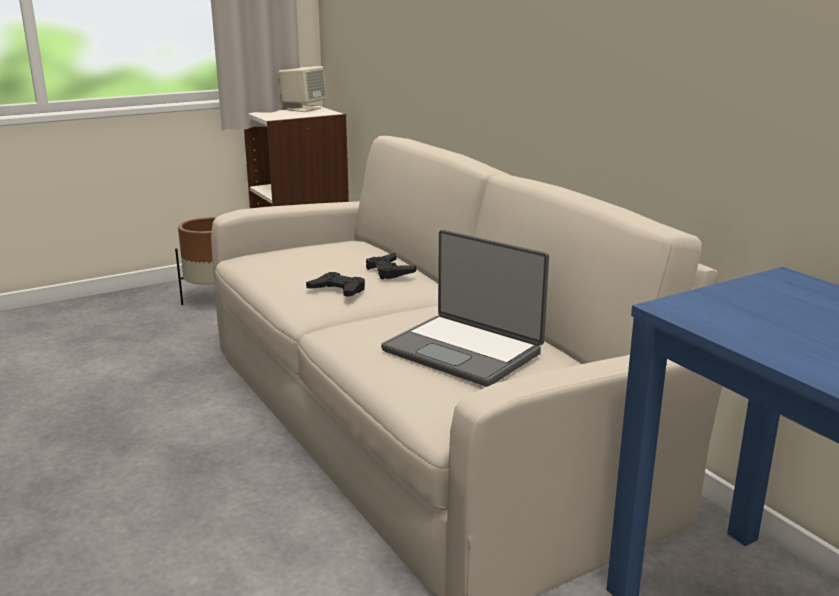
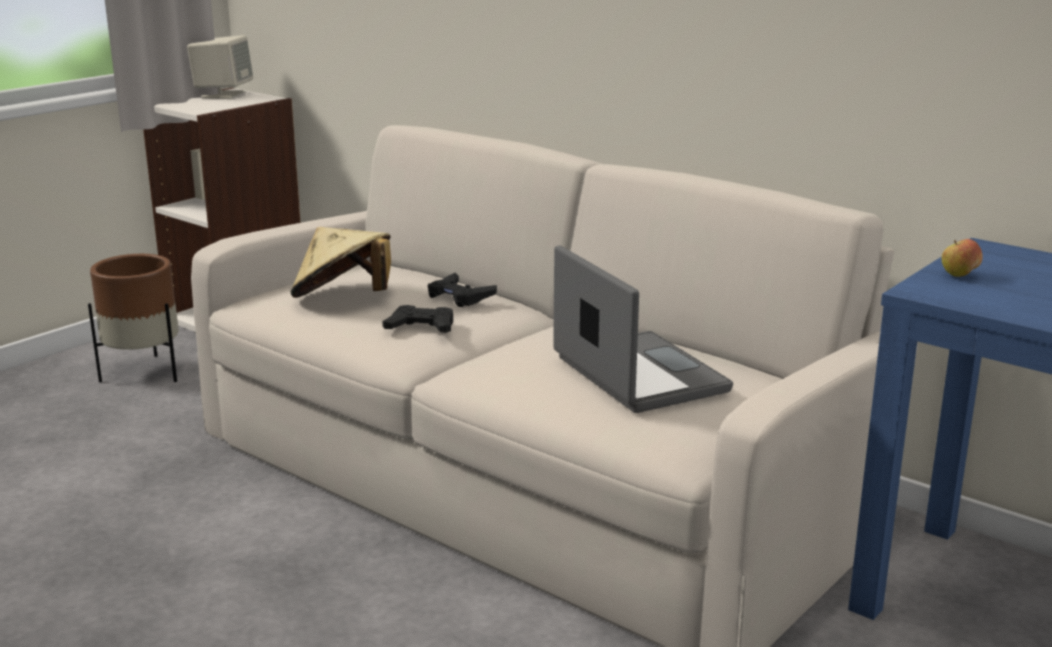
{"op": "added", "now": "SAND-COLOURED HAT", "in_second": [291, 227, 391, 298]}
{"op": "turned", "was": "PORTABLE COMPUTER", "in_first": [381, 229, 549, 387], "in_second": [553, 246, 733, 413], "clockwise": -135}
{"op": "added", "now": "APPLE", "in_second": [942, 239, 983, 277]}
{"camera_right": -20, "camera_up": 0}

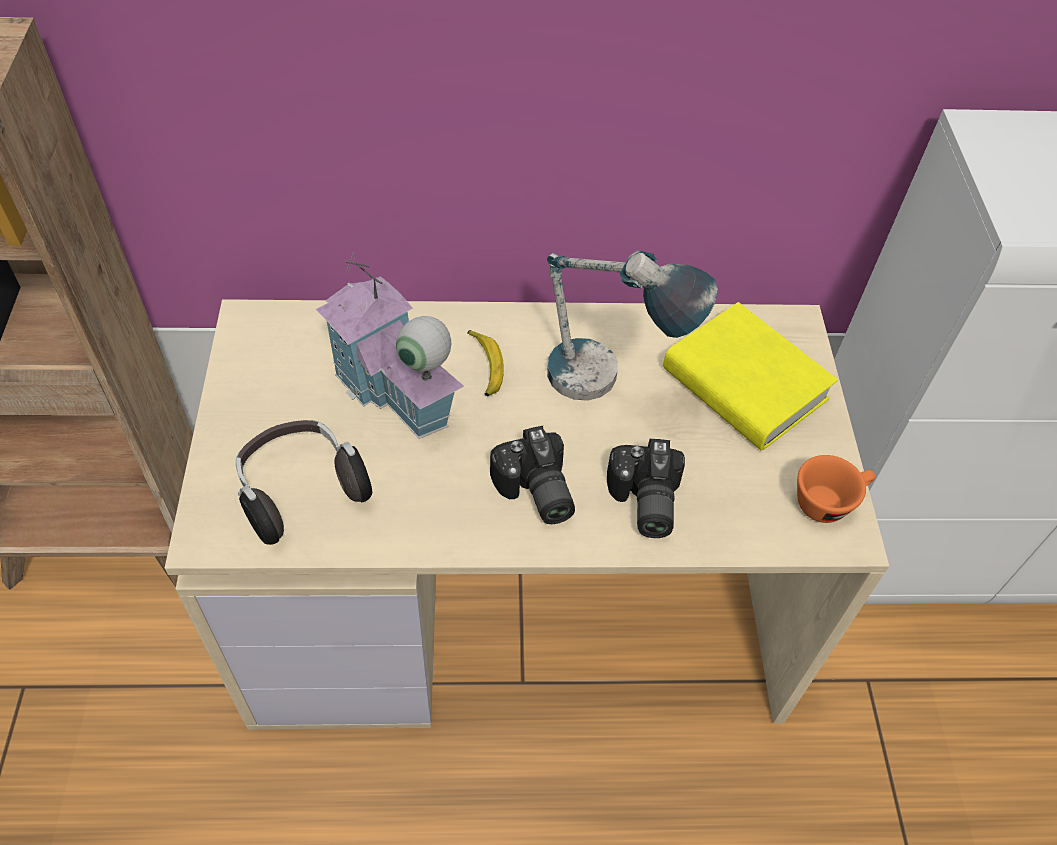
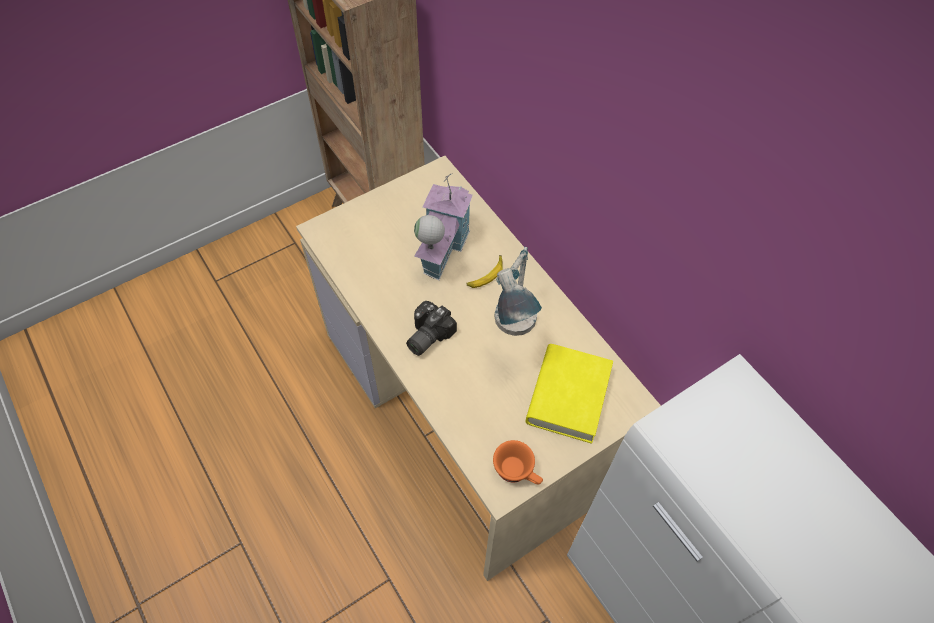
{"op": "removed", "was": "PAIR OF HEADPHONES", "in_first": [236, 420, 372, 545]}
{"op": "removed", "was": "STILL CAMERA", "in_first": [607, 439, 685, 538]}
{"camera_right": 60, "camera_up": 5}

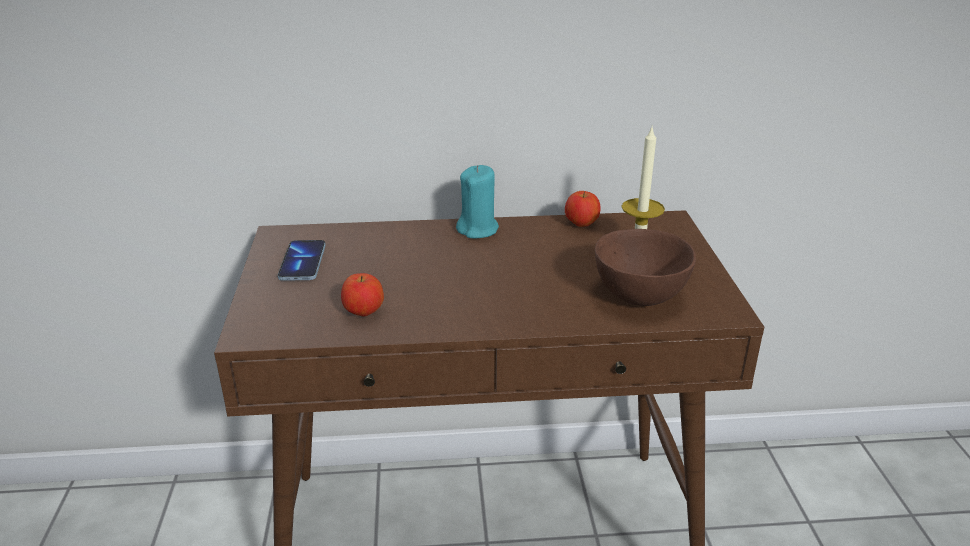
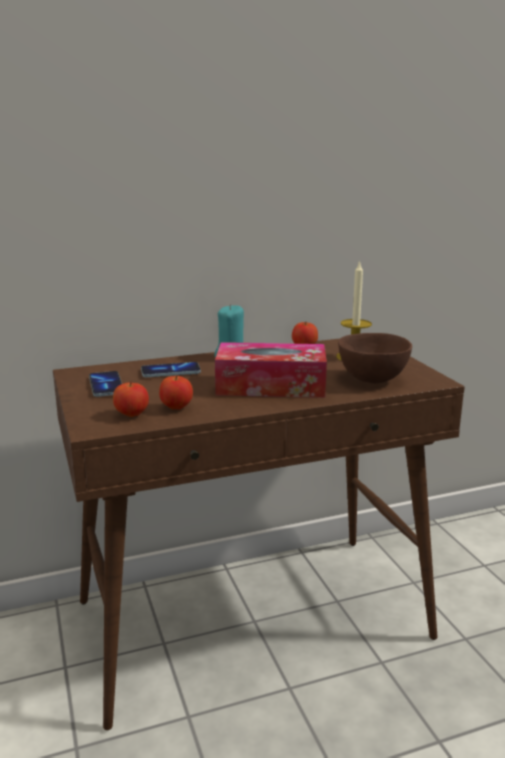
{"op": "added", "now": "APPLE", "in_second": [113, 382, 149, 417]}
{"op": "added", "now": "PHONE", "in_second": [141, 362, 201, 377]}
{"op": "added", "now": "BOX OF TISSUES", "in_second": [215, 342, 327, 398]}
{"camera_right": -15, "camera_up": -10}

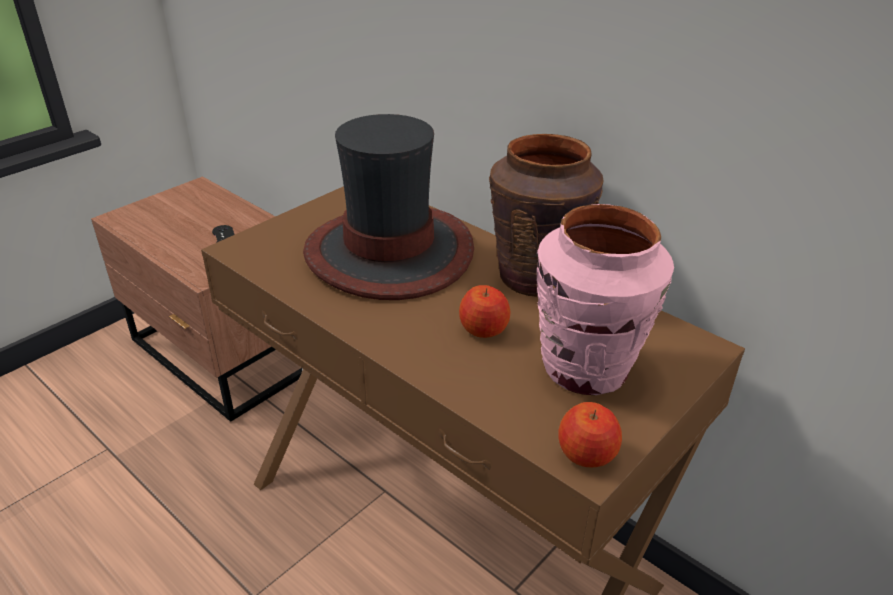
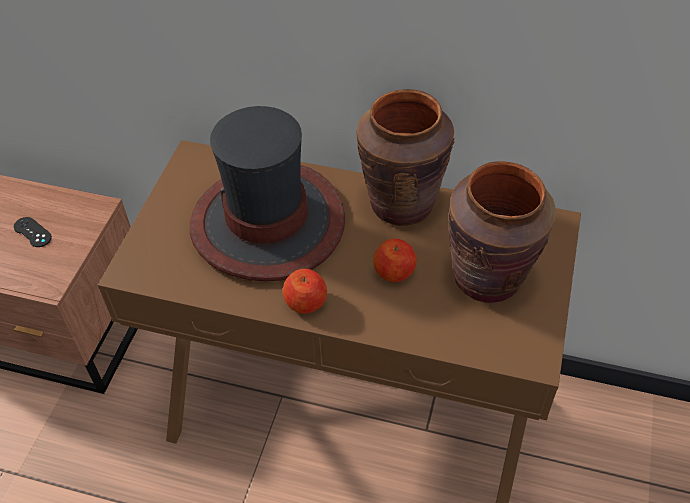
{"op": "moved", "was": "APPLE", "in_first": [558, 402, 622, 467], "in_second": [283, 269, 327, 314]}
{"op": "recoloured", "was": "PINK DECORATIVE VASE", "now": "BROWNISH DECORATIVE VASE", "in_first": [537, 204, 674, 395], "in_second": [449, 161, 556, 303]}
{"camera_right": -25, "camera_up": 15}

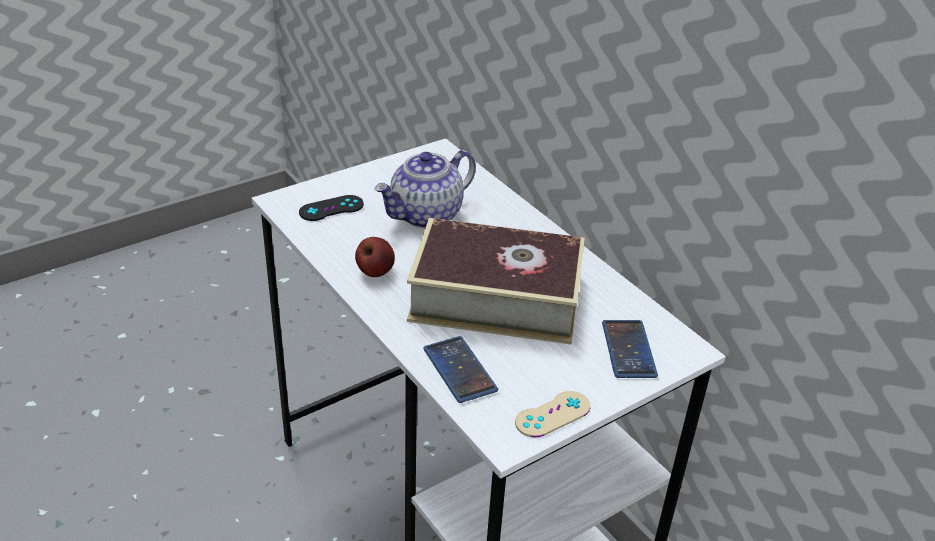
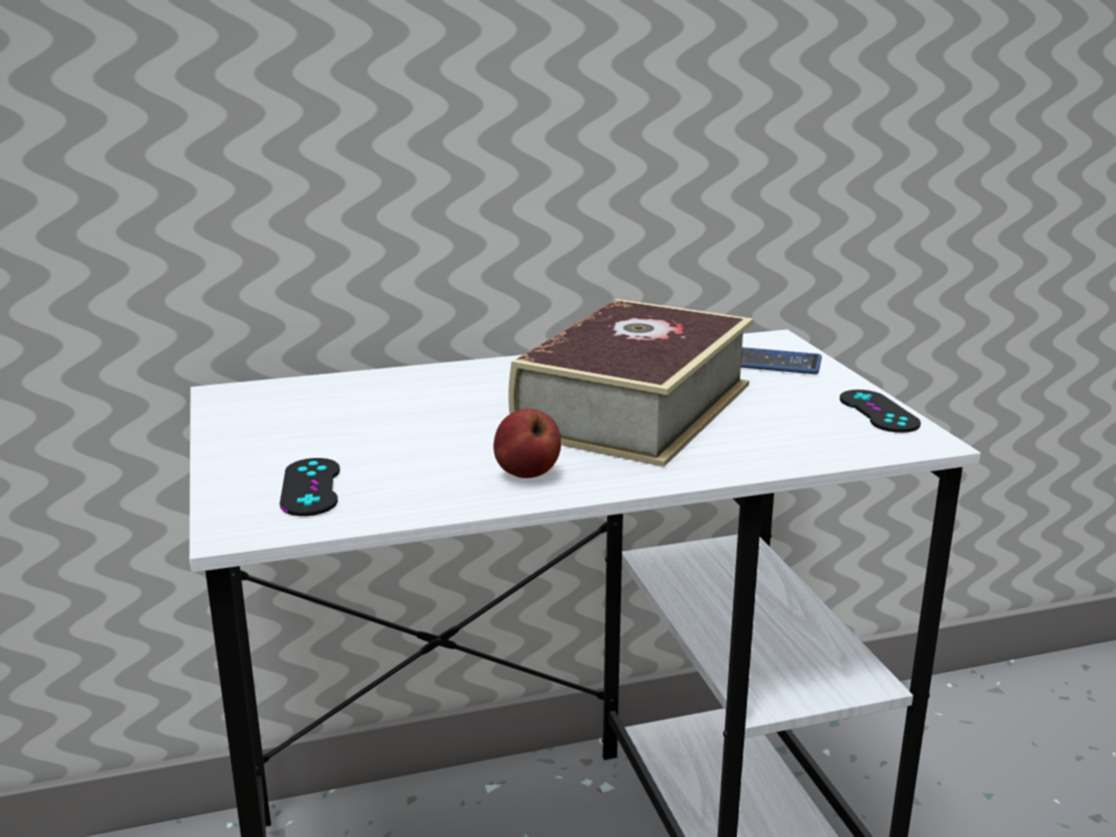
{"op": "recoloured", "was": "SAND-COLOURED JOYPAD", "now": "BLACKISH JOYPAD", "in_first": [515, 391, 591, 438], "in_second": [840, 390, 921, 433]}
{"op": "removed", "was": "TEA POT", "in_first": [375, 150, 476, 229]}
{"op": "removed", "was": "PHONE", "in_first": [423, 336, 498, 403]}
{"camera_right": -70, "camera_up": -15}

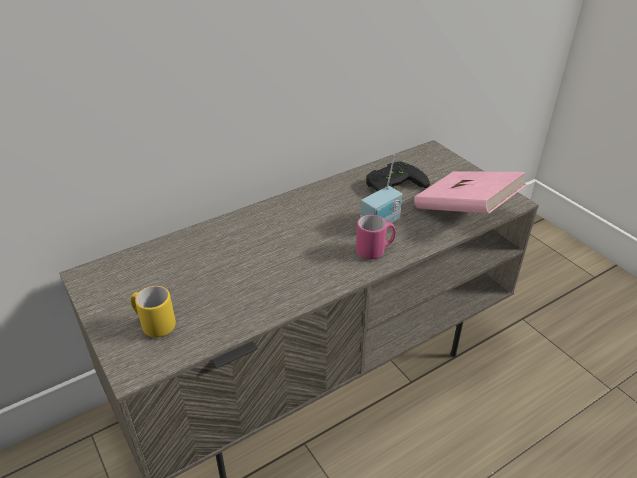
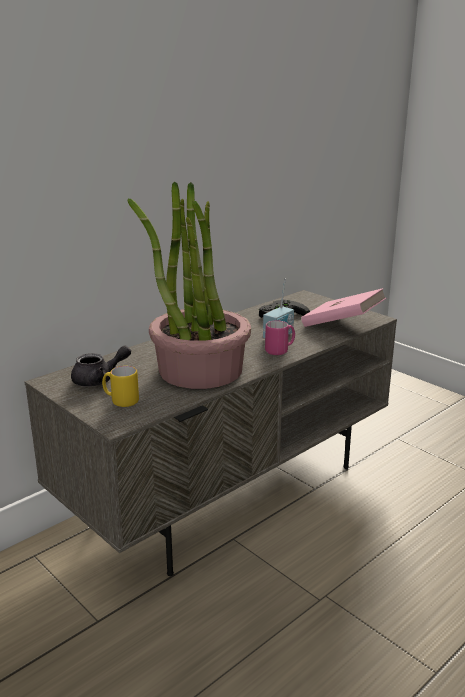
{"op": "added", "now": "GREY TEA POT", "in_second": [71, 345, 131, 387]}
{"op": "added", "now": "HOUSEPLANT", "in_second": [128, 182, 251, 389]}
{"camera_right": -10, "camera_up": -15}

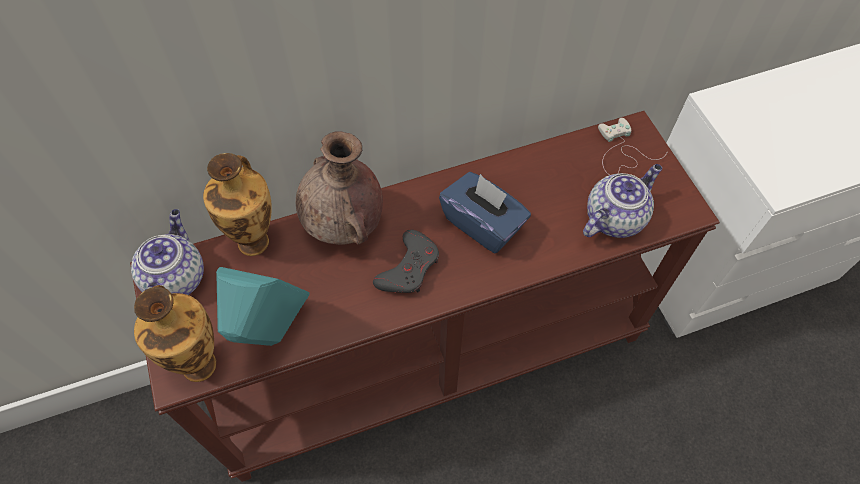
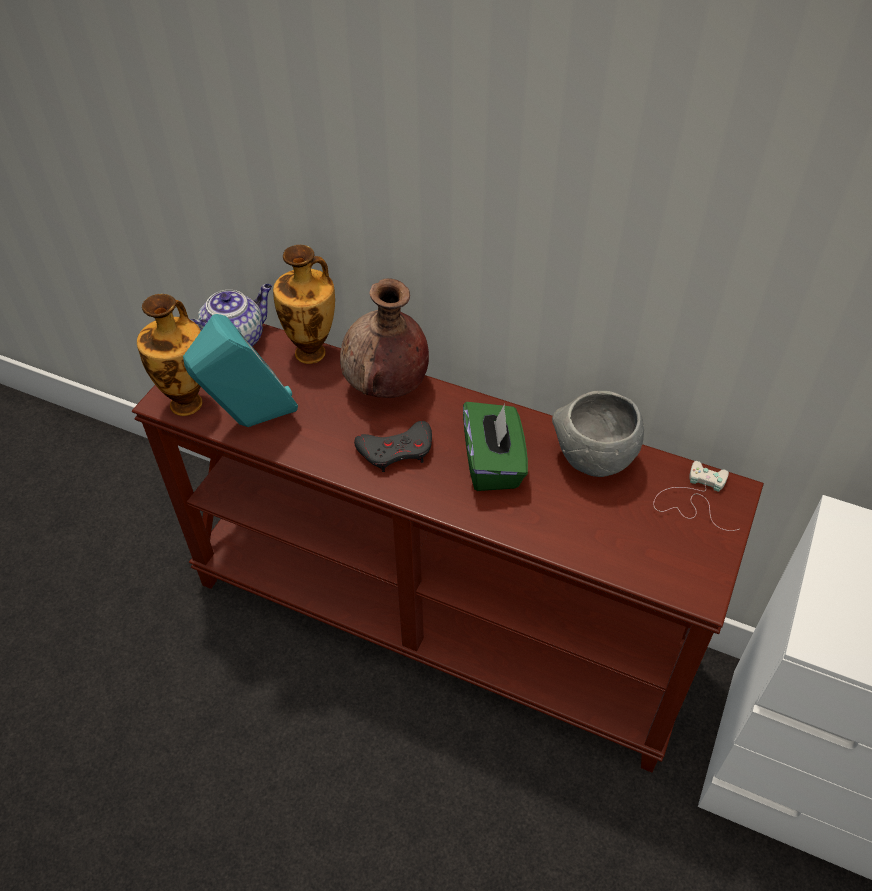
{"op": "recoloured", "was": "BLUISH BOX OF TISSUES", "now": "GREEN-COLOURED BOX OF TISSUES", "in_first": [439, 172, 531, 253], "in_second": [463, 402, 528, 491]}
{"op": "added", "now": "GREY BOWL", "in_second": [552, 391, 644, 477]}
{"op": "removed", "was": "TEA POT", "in_first": [583, 164, 662, 238]}
{"camera_right": 45, "camera_up": -10}

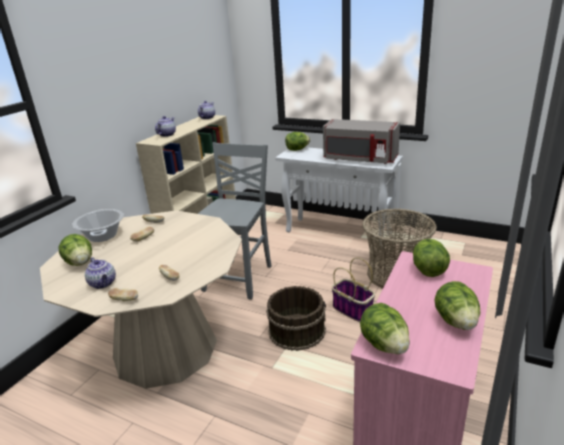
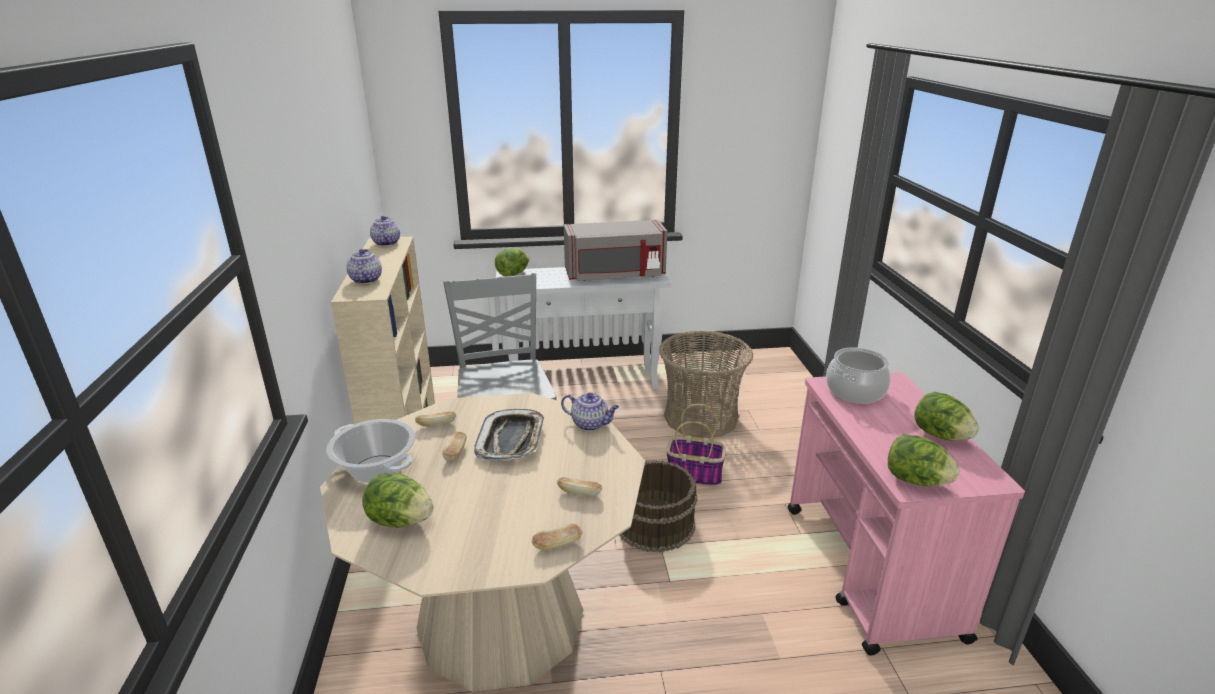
{"op": "added", "now": "CARRYING TRAY", "in_second": [474, 409, 544, 461]}
{"op": "moved", "was": "TEA POT", "in_first": [85, 257, 116, 289], "in_second": [561, 392, 619, 431]}
{"op": "replaced", "was": "HEAD OF LETTUCE", "now": "STOCKPOT", "in_first": [413, 239, 450, 277], "in_second": [826, 347, 891, 404]}
{"camera_right": -35, "camera_up": 0}

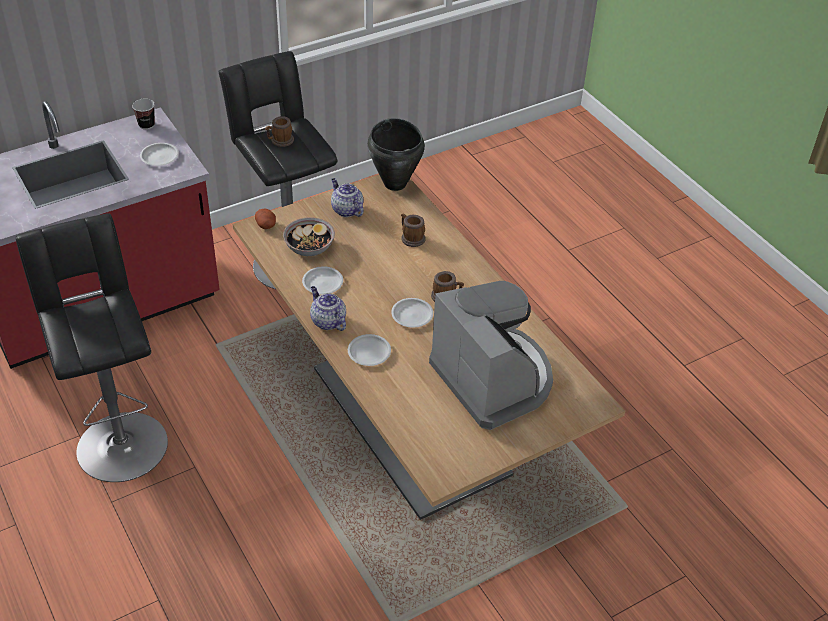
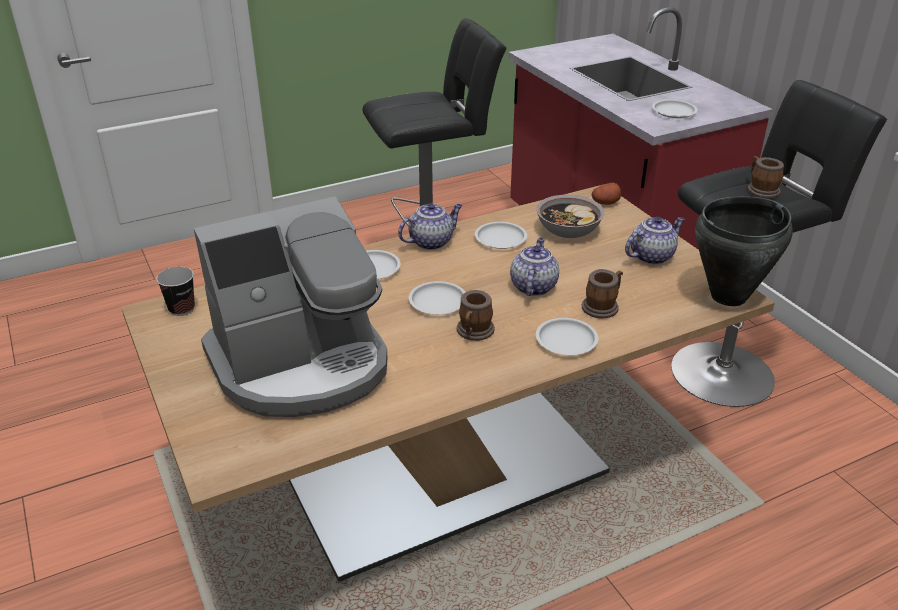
{"op": "moved", "was": "CUP", "in_first": [132, 99, 155, 130], "in_second": [156, 267, 195, 316]}
{"op": "added", "now": "TEA POT", "in_second": [510, 238, 559, 296]}
{"op": "added", "now": "WHITE FLAT DISH", "in_second": [536, 318, 598, 355]}
{"camera_right": 95, "camera_up": -10}

